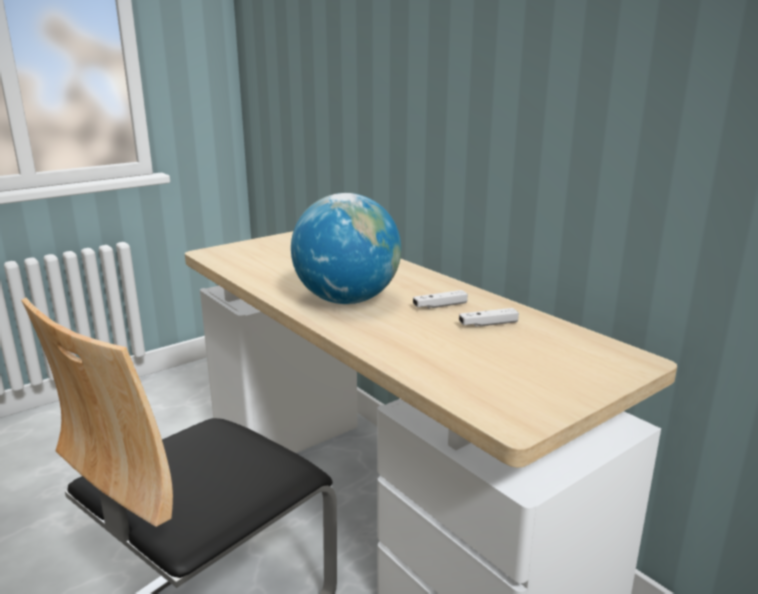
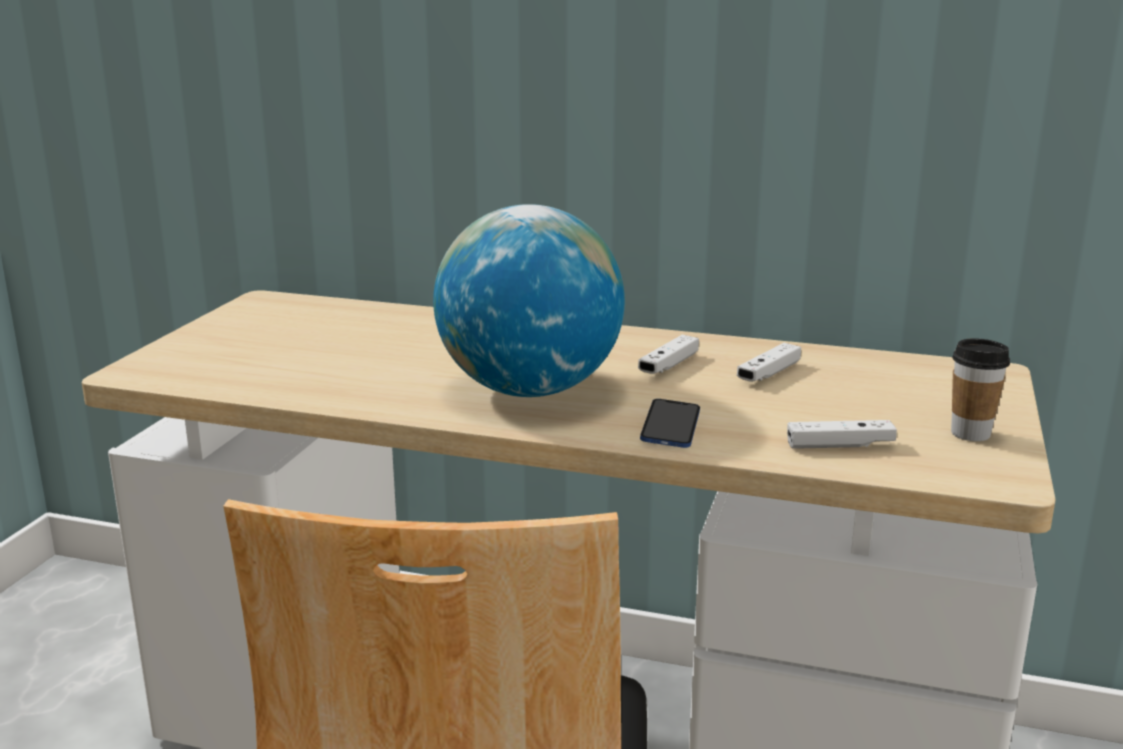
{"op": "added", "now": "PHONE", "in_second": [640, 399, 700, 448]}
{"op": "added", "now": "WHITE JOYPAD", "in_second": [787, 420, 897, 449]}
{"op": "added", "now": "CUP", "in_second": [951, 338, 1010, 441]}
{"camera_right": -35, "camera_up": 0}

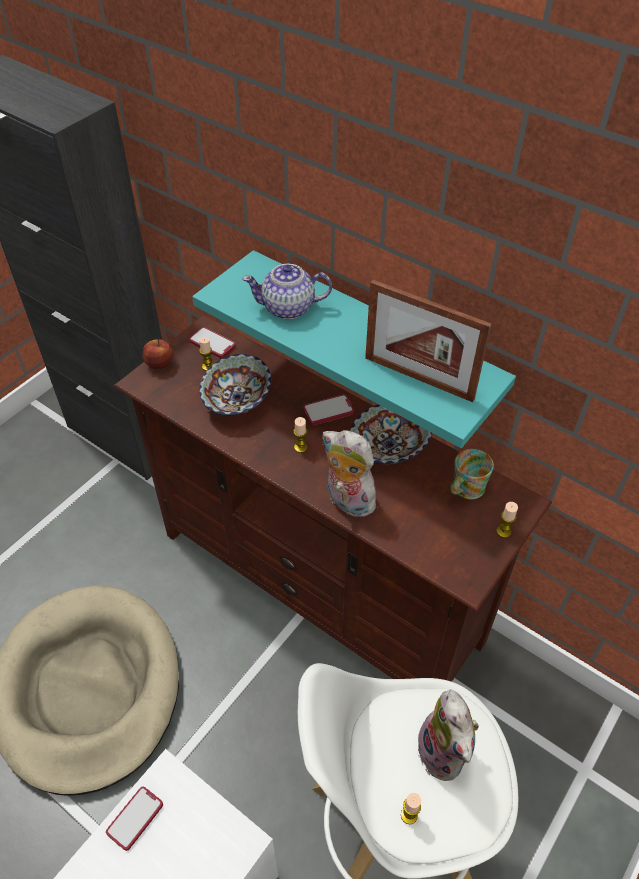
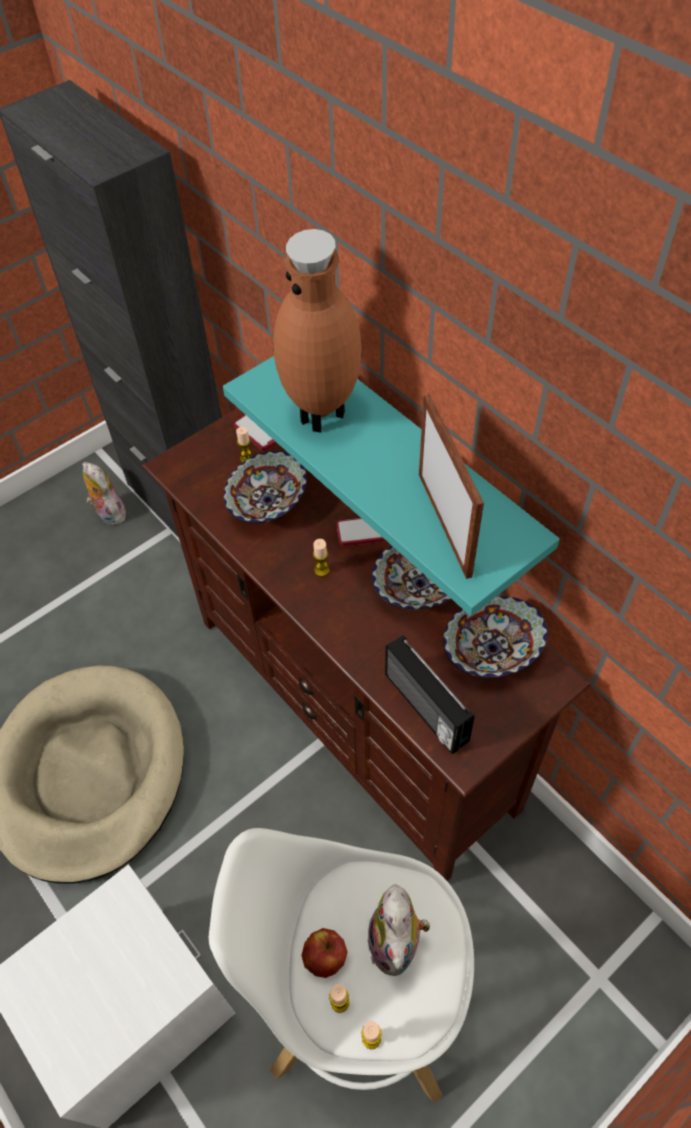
{"op": "moved", "was": "SOFT TOY", "in_first": [322, 430, 382, 517], "in_second": [82, 462, 126, 525]}
{"op": "replaced", "was": "TEA POT", "now": "BROWNISH DECORATIVE VASE", "in_first": [242, 264, 332, 319], "in_second": [273, 229, 362, 433]}
{"op": "moved", "was": "APPLE", "in_first": [142, 339, 173, 369], "in_second": [301, 928, 348, 978]}
{"op": "moved", "was": "WAX CANDLE", "in_first": [497, 502, 518, 538], "in_second": [362, 1021, 382, 1049]}
{"op": "added", "now": "RADIO RECEIVER", "in_second": [385, 635, 475, 755]}
{"op": "turned", "was": "PHOTO FRAME", "in_first": [365, 280, 491, 402], "in_second": [419, 394, 484, 579], "clockwise": -150}
{"op": "replaced", "was": "TEA MUG", "now": "BOWL", "in_first": [450, 449, 494, 499], "in_second": [443, 596, 548, 678]}
{"op": "removed", "was": "PHONE", "in_first": [106, 787, 163, 851]}
{"camera_right": 15, "camera_up": 5}

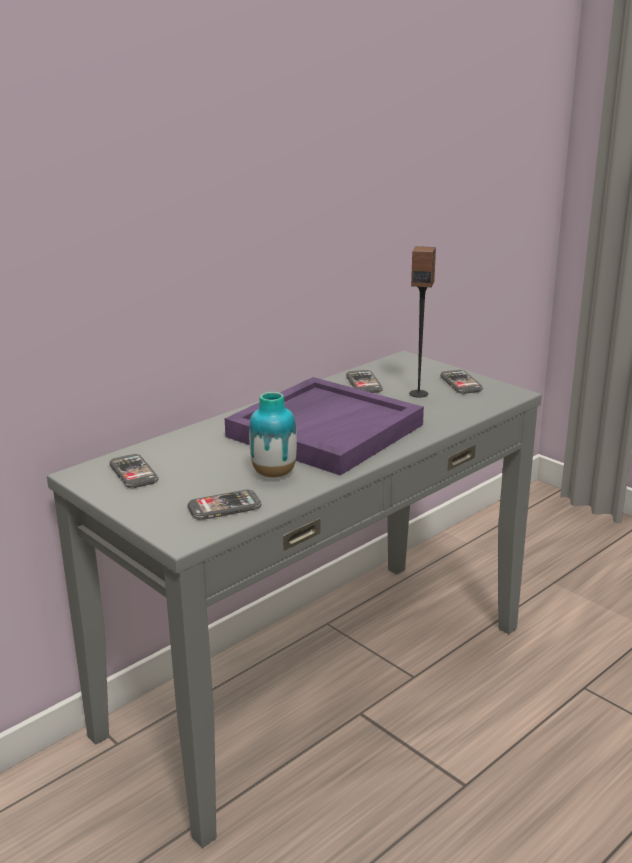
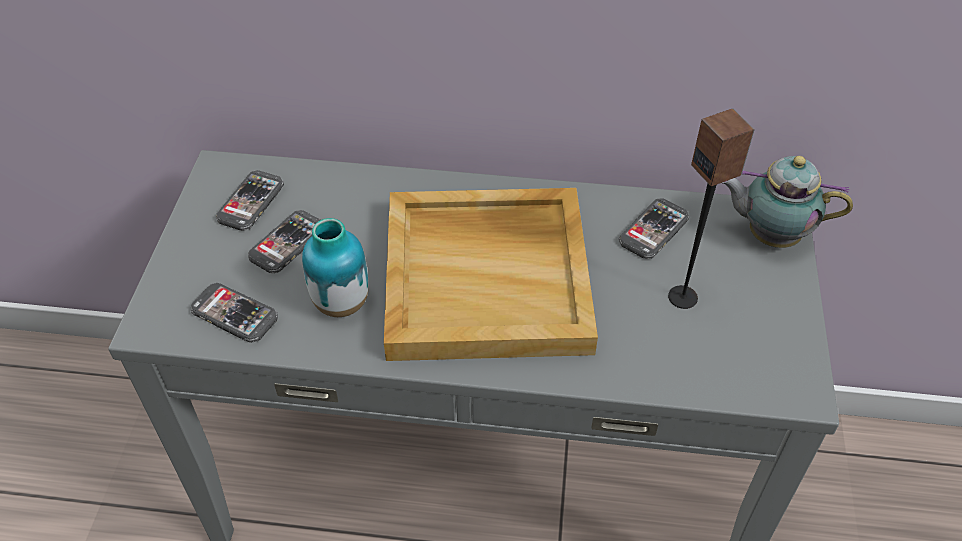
{"op": "moved", "was": "PHONE", "in_first": [440, 370, 483, 394], "in_second": [248, 210, 320, 273]}
{"op": "recoloured", "was": "PURPLISH CARRYING TRAY", "now": "SAND-COLOURED CARRYING TRAY", "in_first": [225, 377, 424, 476], "in_second": [384, 188, 598, 361]}
{"op": "added", "now": "TEA POT", "in_second": [722, 156, 853, 248]}
{"camera_right": 50, "camera_up": 25}

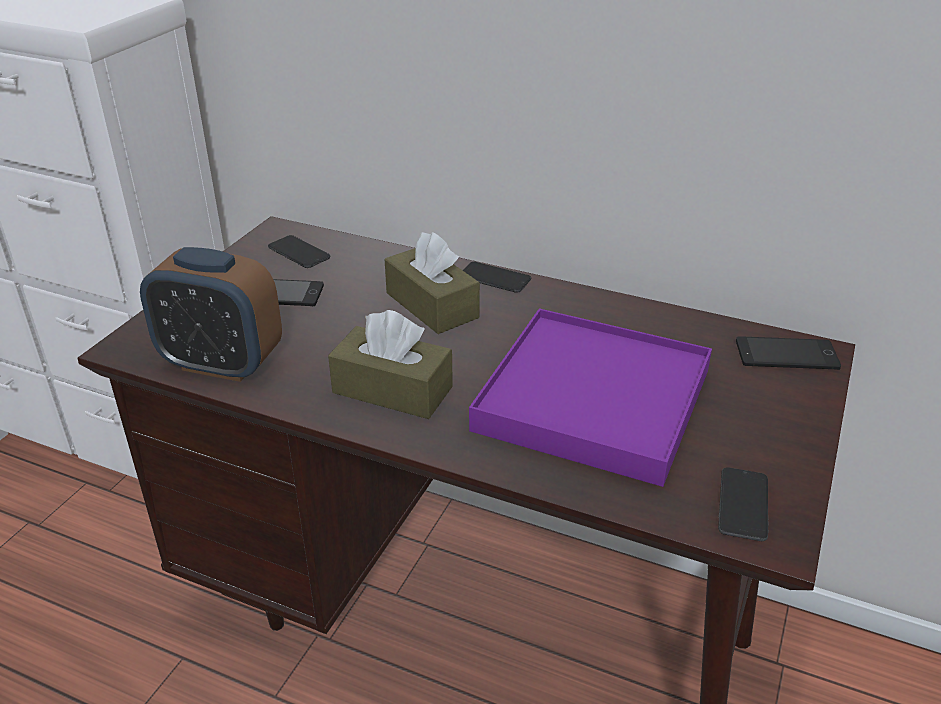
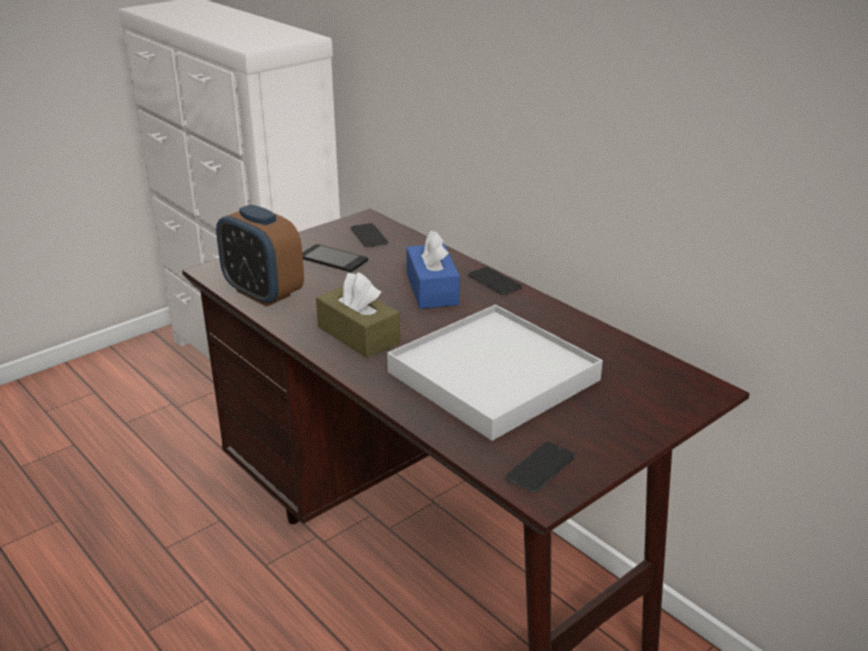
{"op": "recoloured", "was": "PURPLISH CARRYING TRAY", "now": "WHITE CARRYING TRAY", "in_first": [469, 309, 712, 487], "in_second": [387, 305, 603, 441]}
{"op": "recoloured", "was": "BROWNISH BOX OF TISSUES", "now": "BLUISH BOX OF TISSUES", "in_first": [385, 232, 480, 334], "in_second": [406, 231, 460, 309]}
{"op": "removed", "was": "PHONE", "in_first": [736, 337, 841, 370]}
{"camera_right": 25, "camera_up": -5}

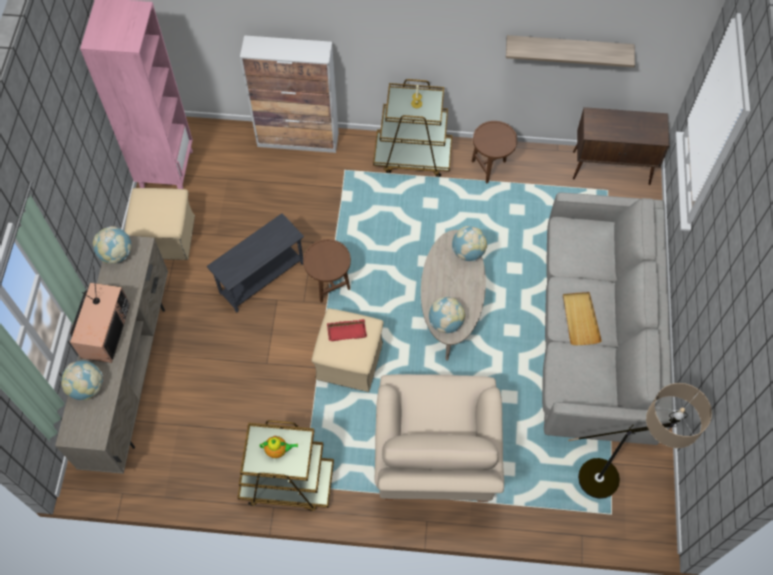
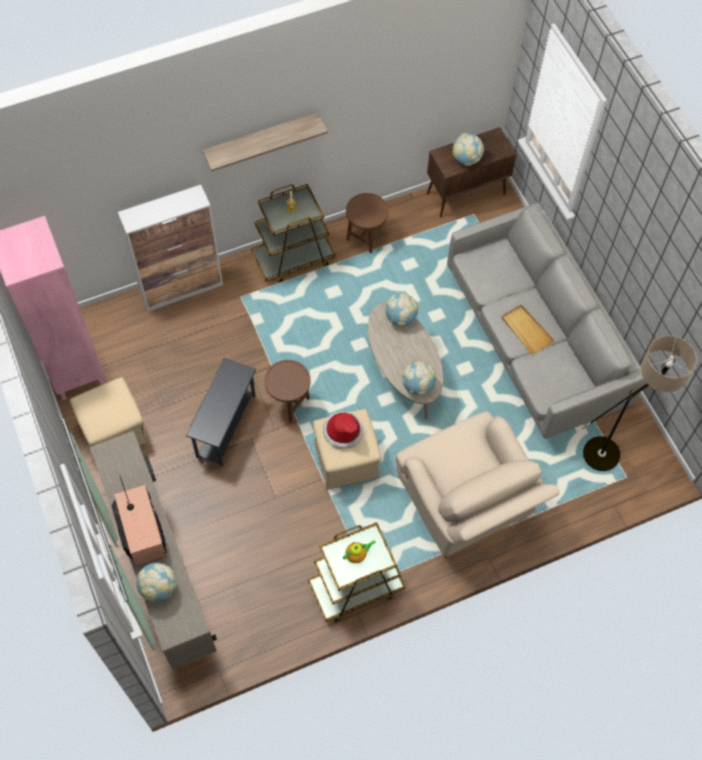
{"op": "moved", "was": "WALL SHELF", "in_first": [506, 35, 635, 67], "in_second": [202, 112, 328, 171]}
{"op": "replaced", "was": "RED-COLOURED CARRYING TRAY", "now": "HAT", "in_first": [327, 319, 367, 341], "in_second": [323, 411, 363, 449]}
{"op": "moved", "was": "DESK GLOBE", "in_first": [93, 226, 131, 264], "in_second": [452, 133, 484, 166]}
{"camera_right": -30, "camera_up": 0}

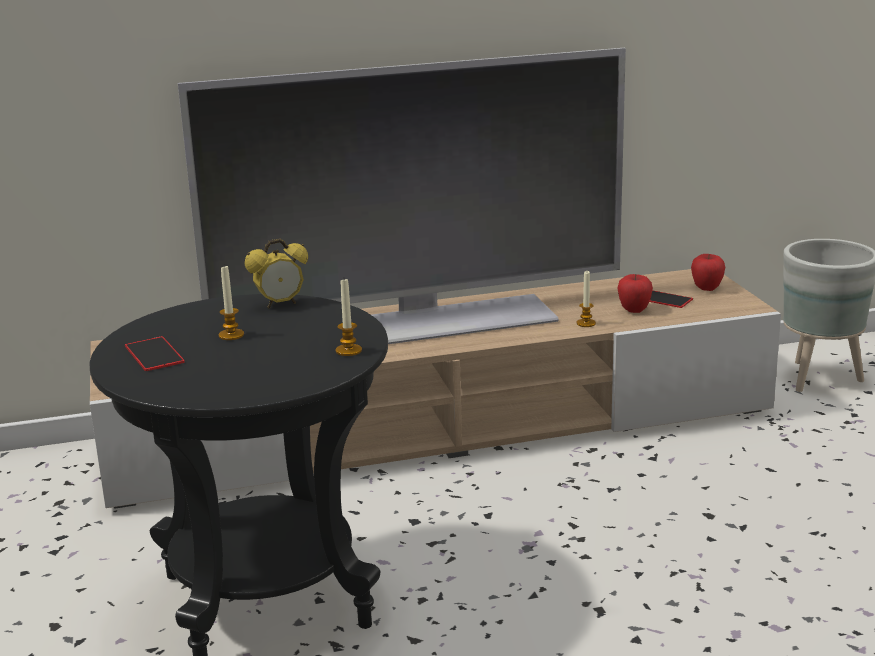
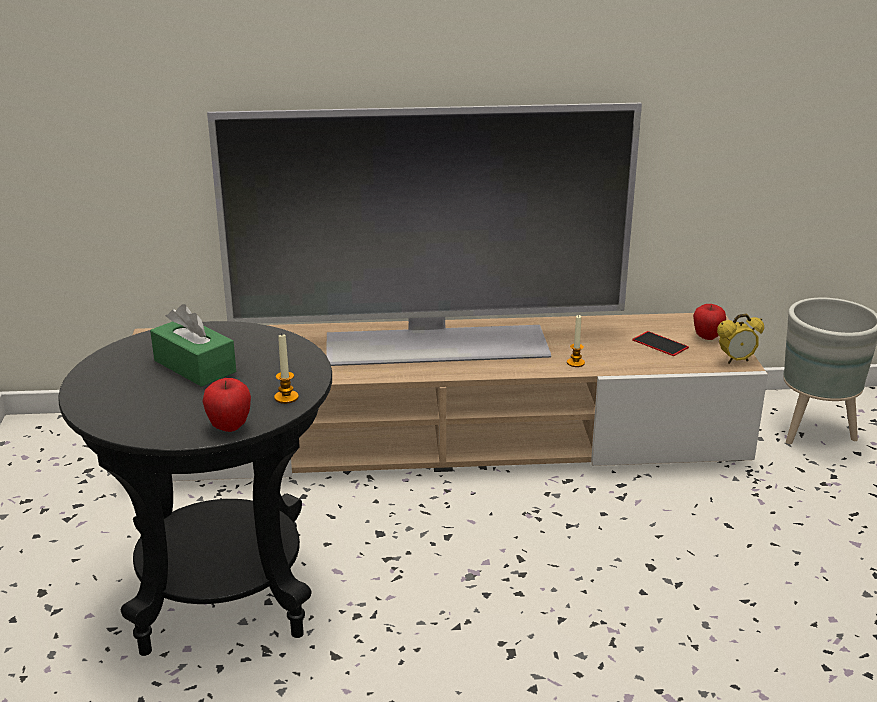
{"op": "replaced", "was": "WAX CANDLE", "now": "GREEN-COLOURED BOX OF TISSUES", "in_first": [219, 265, 244, 340], "in_second": [150, 304, 236, 387]}
{"op": "moved", "was": "APPLE", "in_first": [618, 274, 653, 313], "in_second": [202, 378, 251, 432]}
{"op": "moved", "was": "BEDSIDE CLOCK", "in_first": [245, 238, 308, 309], "in_second": [717, 314, 764, 364]}
{"op": "removed", "was": "PHONE", "in_first": [125, 336, 185, 371]}
{"camera_right": 10, "camera_up": 5}

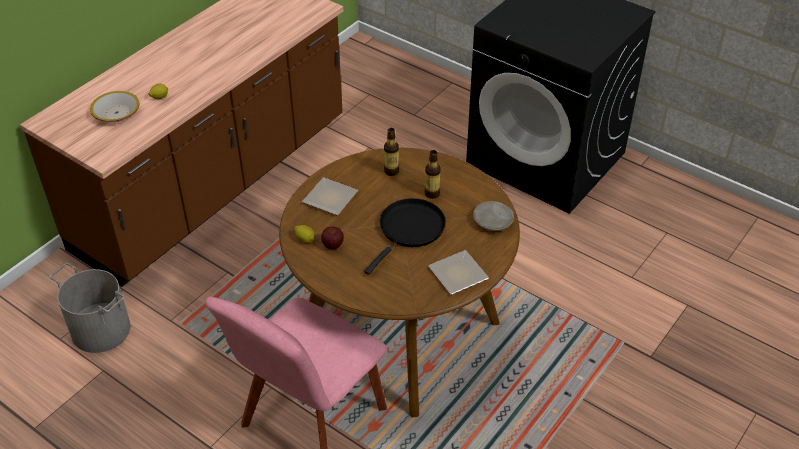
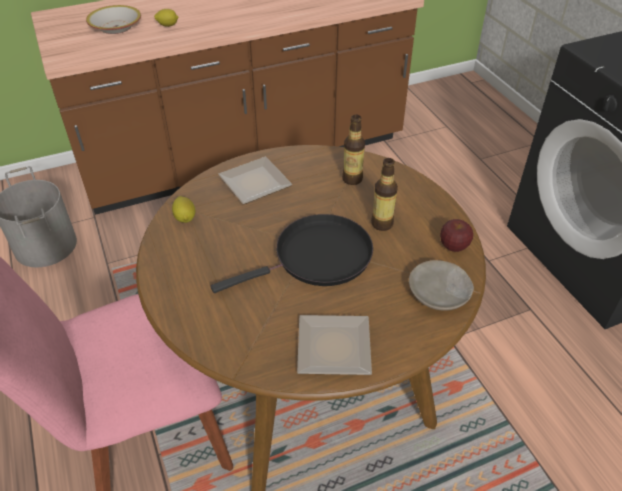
{"op": "moved", "was": "APPLE", "in_first": [321, 226, 344, 249], "in_second": [440, 219, 473, 252]}
{"camera_right": 30, "camera_up": 0}

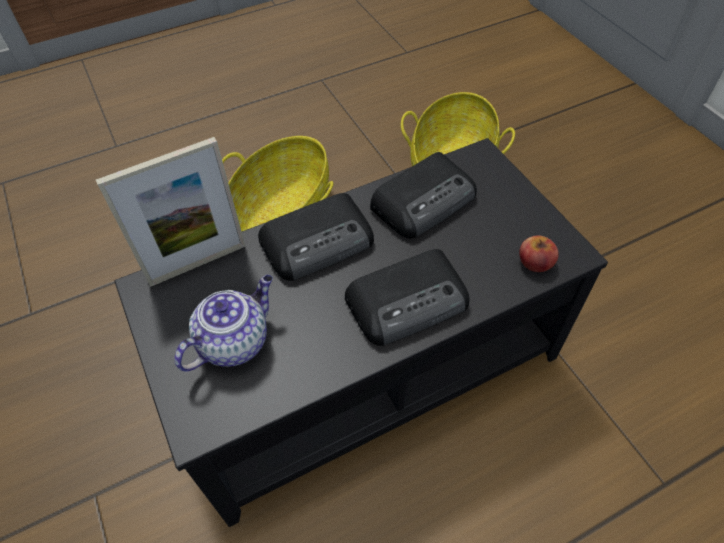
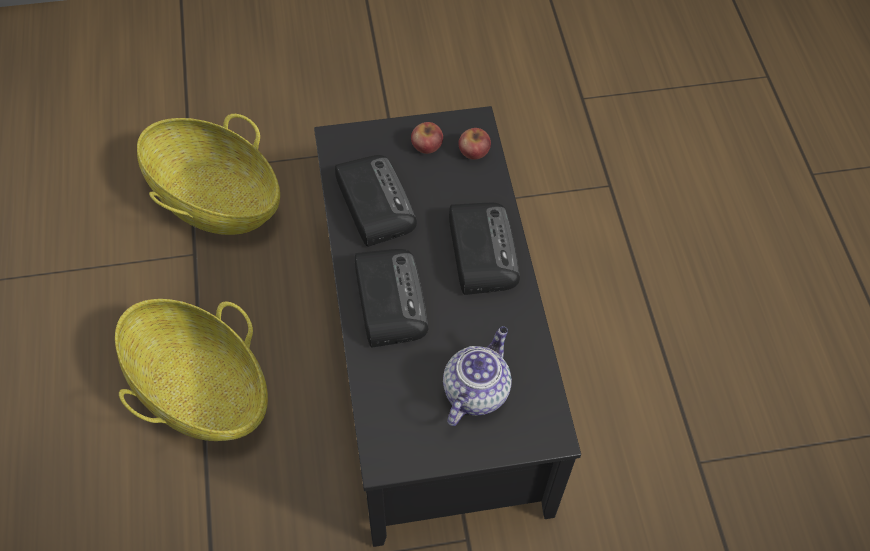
{"op": "added", "now": "APPLE", "in_second": [411, 122, 443, 154]}
{"op": "turned", "was": "TEA POT", "in_first": [174, 275, 273, 371], "in_second": [443, 326, 512, 426], "clockwise": 60}
{"op": "removed", "was": "PHOTO FRAME", "in_first": [96, 137, 246, 287]}
{"camera_right": -75, "camera_up": 5}

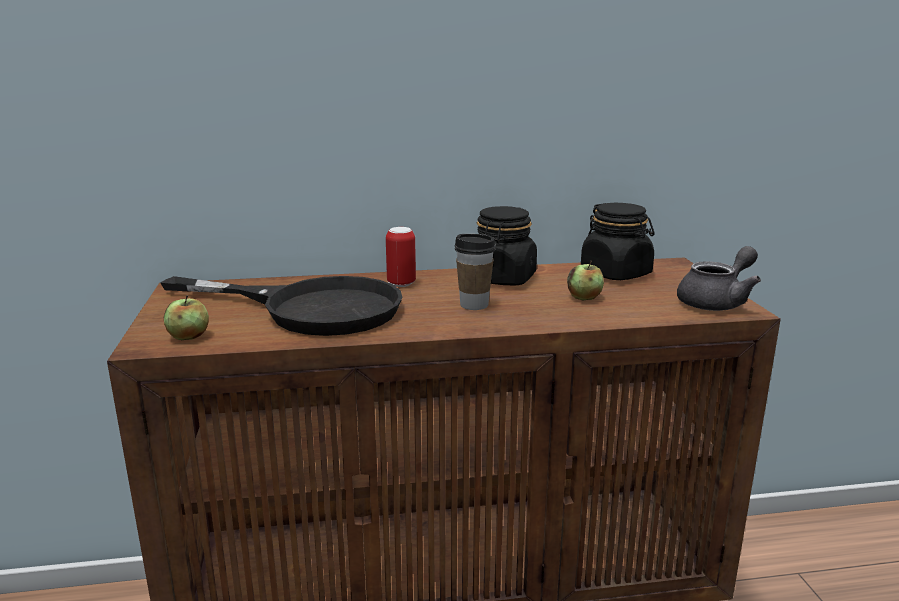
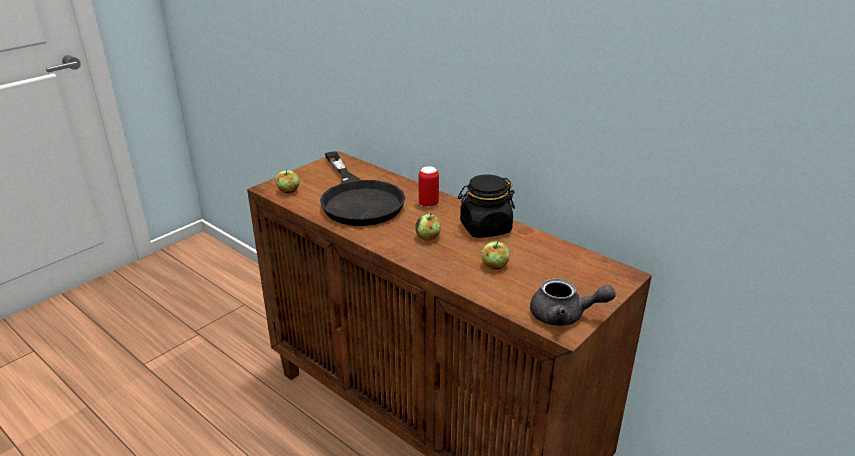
{"op": "replaced", "was": "CUP", "now": "APPLE", "in_first": [455, 234, 496, 310], "in_second": [415, 214, 441, 241]}
{"op": "removed", "was": "BLACKISH PRESERVE JAR", "in_first": [581, 203, 654, 280]}
{"camera_right": 50, "camera_up": 10}

